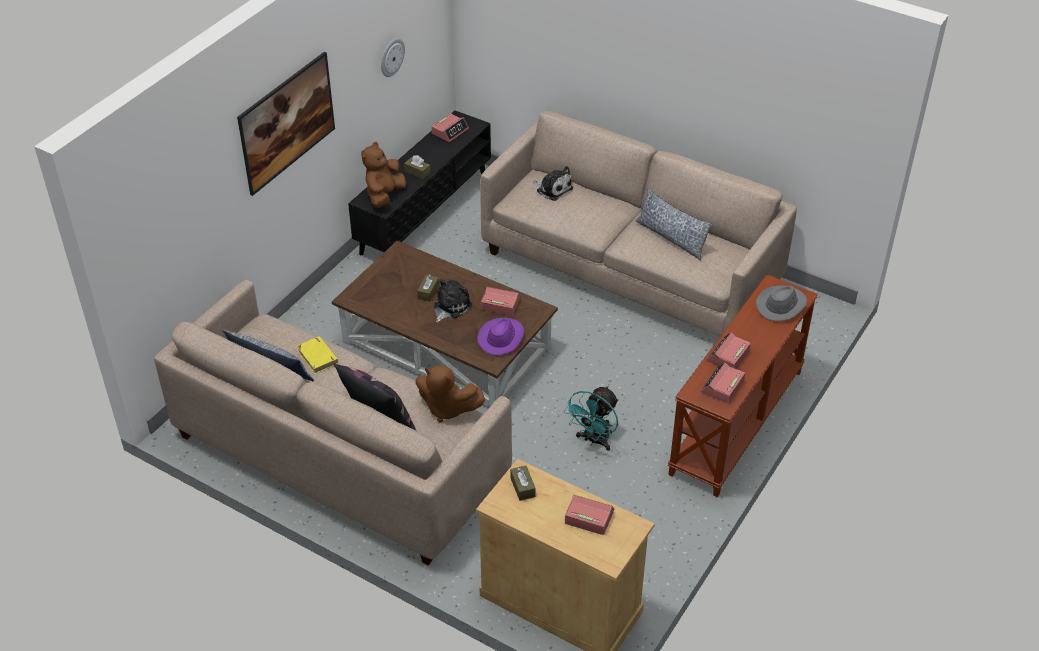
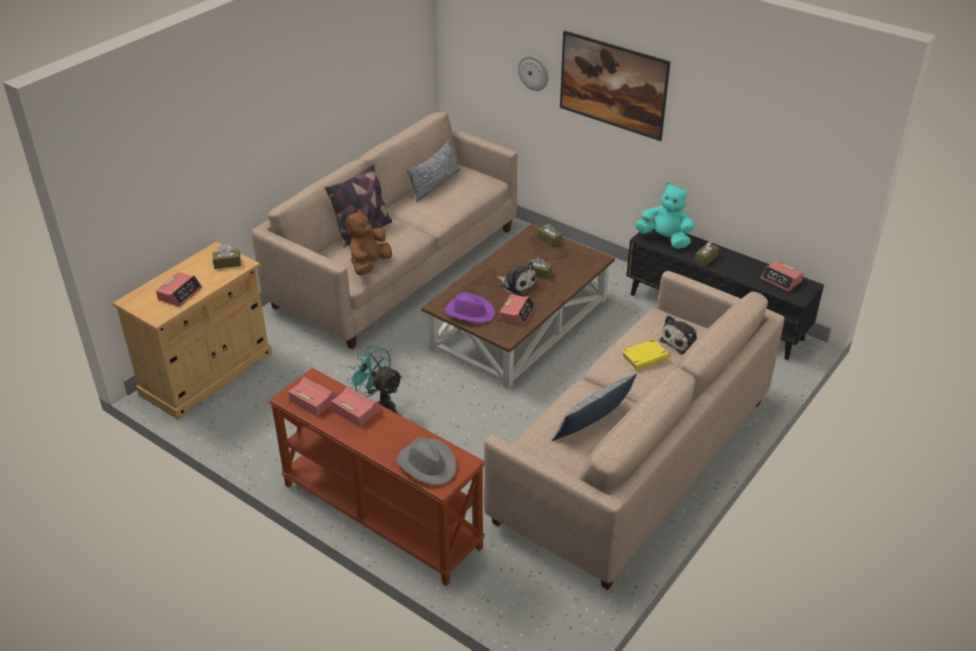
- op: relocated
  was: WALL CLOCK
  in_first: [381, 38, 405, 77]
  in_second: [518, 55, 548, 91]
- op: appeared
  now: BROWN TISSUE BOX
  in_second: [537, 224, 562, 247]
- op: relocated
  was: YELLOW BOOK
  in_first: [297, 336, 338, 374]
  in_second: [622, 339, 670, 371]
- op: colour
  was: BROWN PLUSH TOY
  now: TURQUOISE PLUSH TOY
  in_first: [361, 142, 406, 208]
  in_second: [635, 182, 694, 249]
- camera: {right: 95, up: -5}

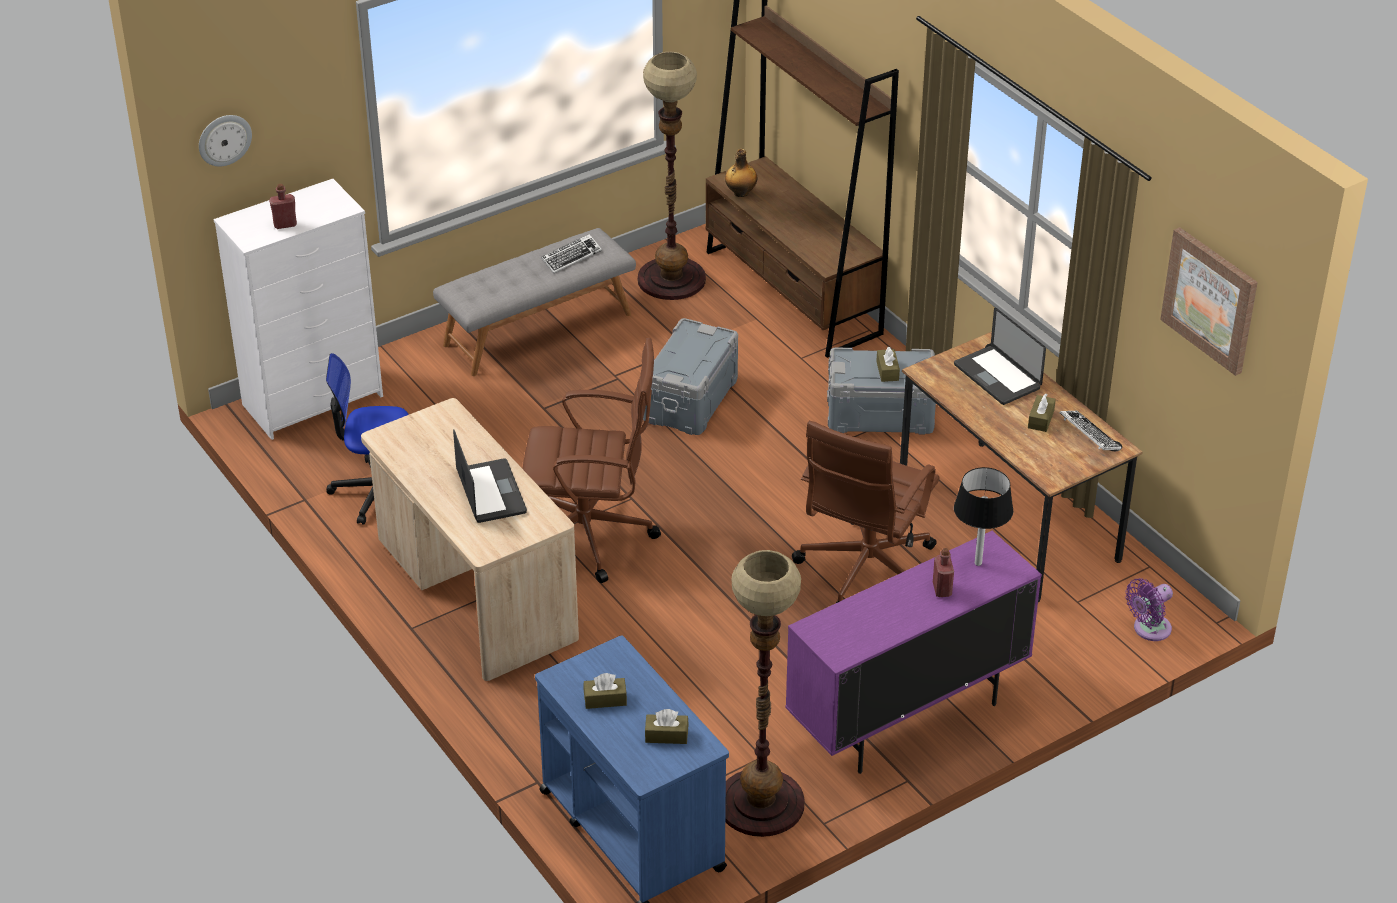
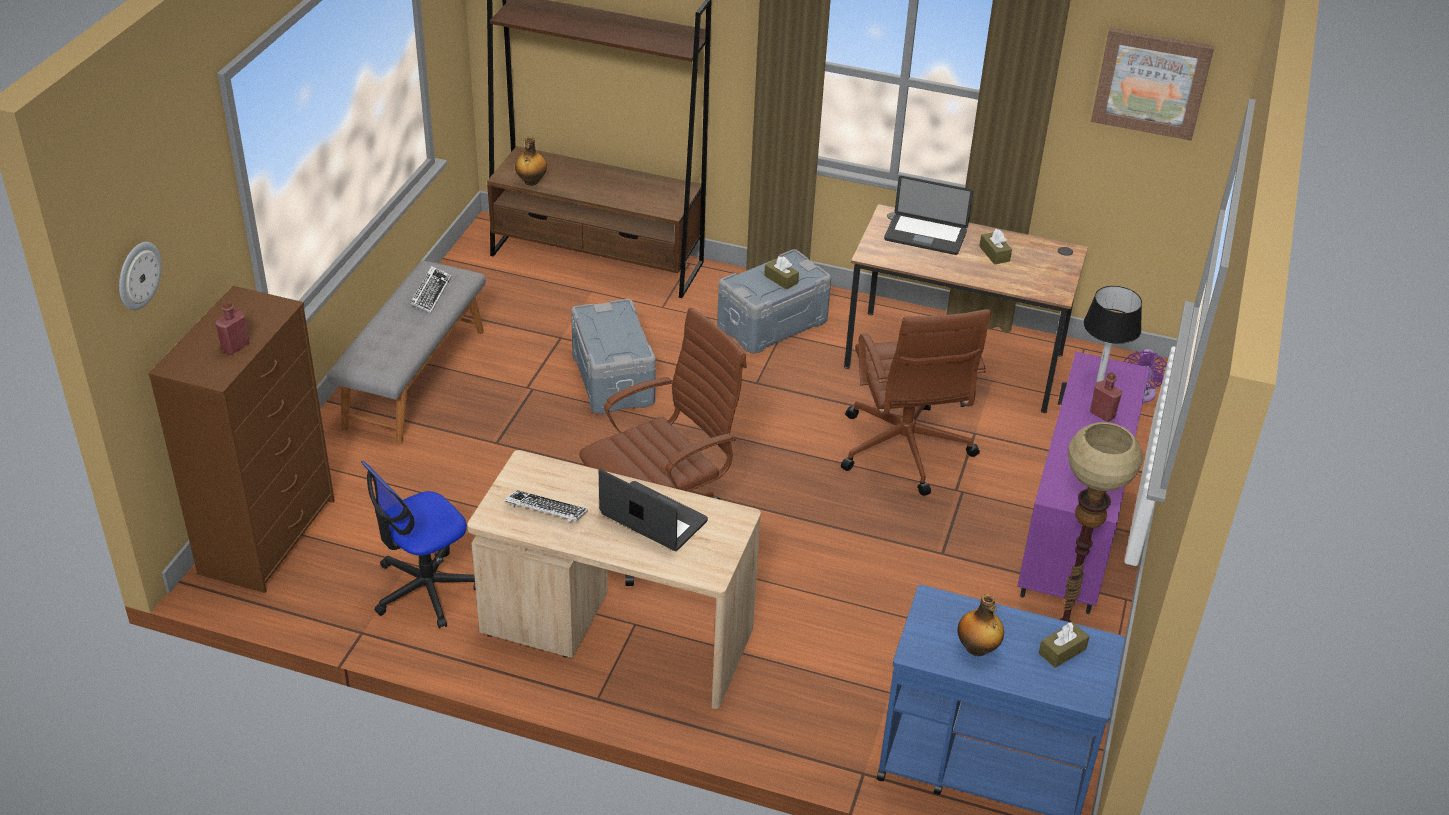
- op: colour
  was: WHITE DRESSER
  now: BROWN DRESSER
  in_first: [213, 179, 383, 440]
  in_second: [148, 286, 335, 593]
- op: relocated
  was: KEYBOARD
  in_first: [1060, 411, 1121, 450]
  in_second: [504, 490, 588, 522]
- op: exchanged
  was: BROWN TISSUE BOX
  now: BOTTLE
  in_first: [583, 673, 627, 709]
  in_second: [958, 594, 1004, 656]
- op: missing
  was: FLOOR LAMP
  in_first: [638, 52, 706, 300]
- camera: {right: -40, up: 0}

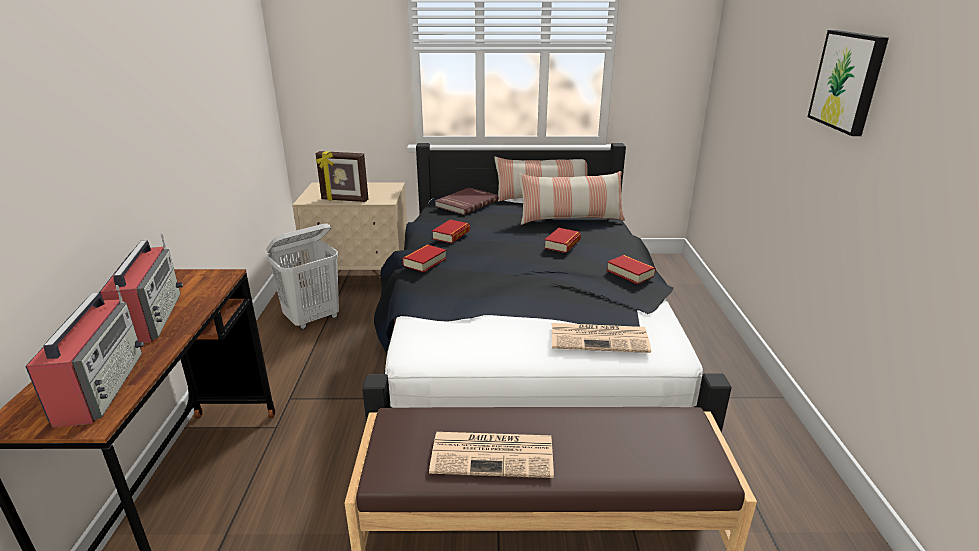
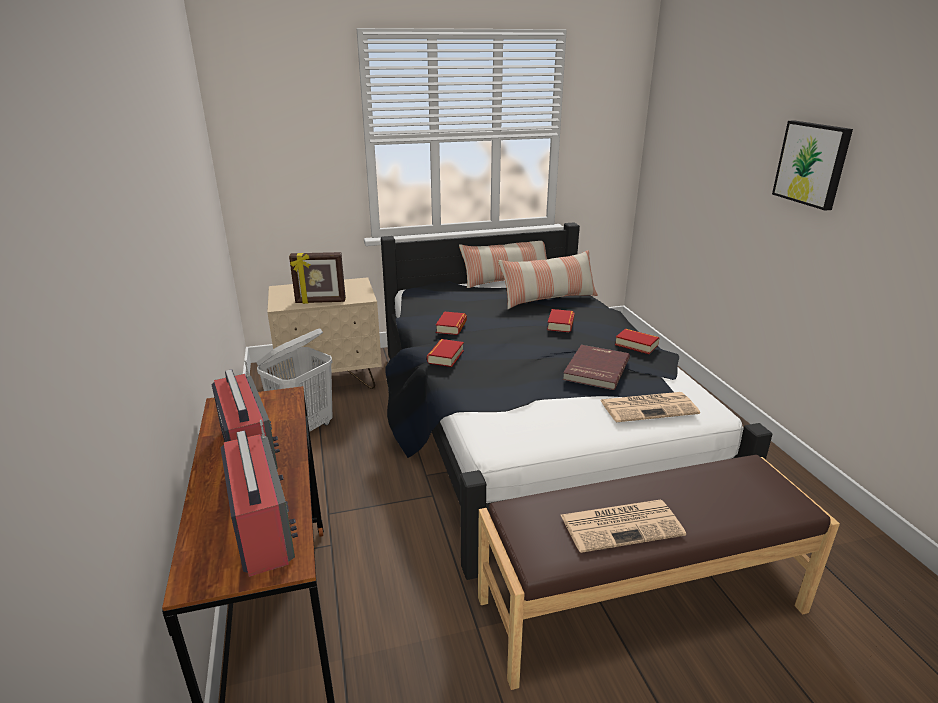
- op: relocated
  was: RED BOOK
  in_first: [435, 188, 499, 215]
  in_second: [563, 345, 630, 390]
- camera: {right: -15, up: 0}

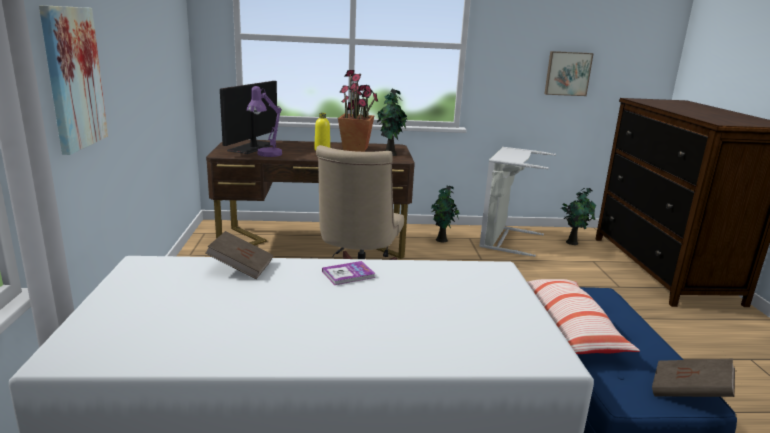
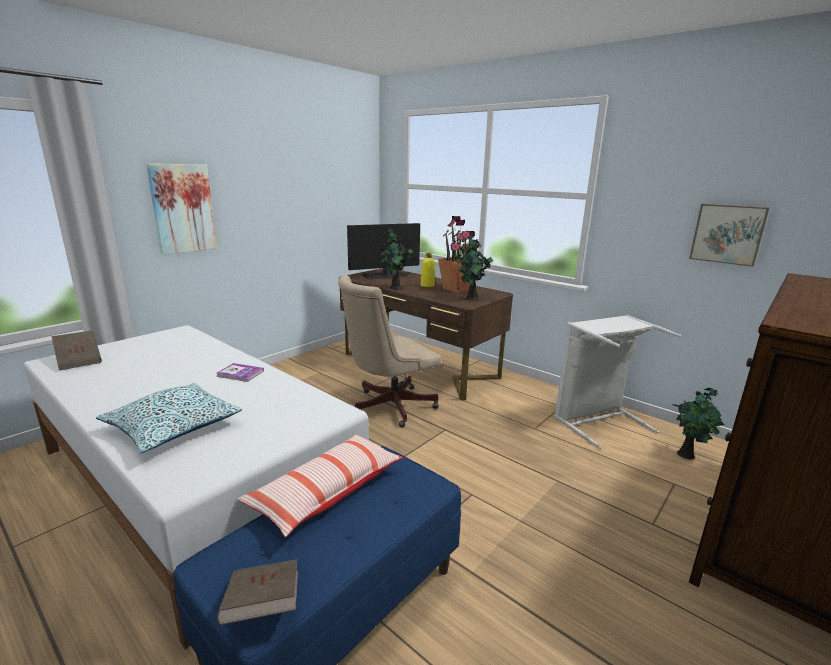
- op: relocated
  was: BROWN BOOK
  in_first: [205, 231, 273, 279]
  in_second: [52, 330, 102, 370]
- op: appeared
  now: PILLOW
  in_second: [96, 383, 242, 453]
- op: relocated
  was: POTTED PLANT
  in_first: [431, 185, 460, 242]
  in_second: [379, 228, 413, 289]
- op: missing
  was: PURPLE TABLE LAMP
  in_first: [247, 86, 282, 157]
- camera: {right: 45, up: 0}

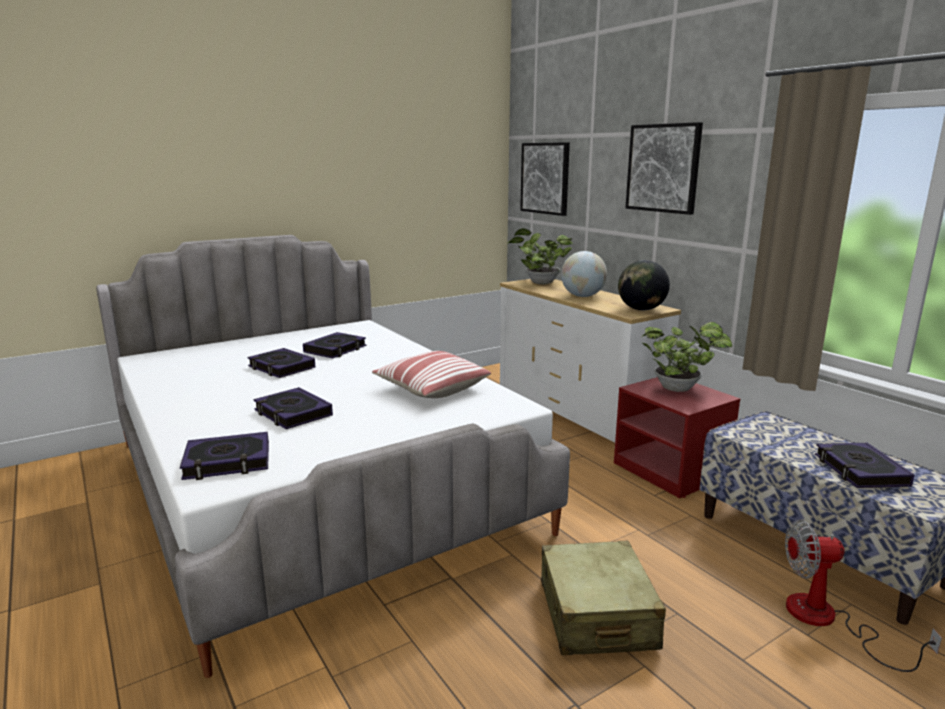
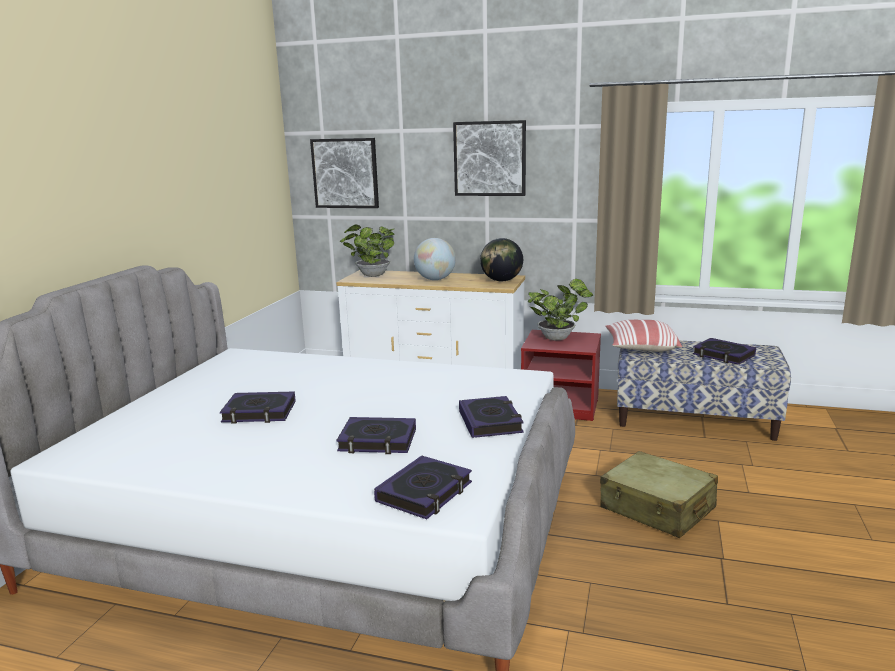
- op: relocated
  was: BOOK
  in_first: [303, 332, 366, 358]
  in_second: [459, 396, 524, 438]
- op: relocated
  was: PILLOW
  in_first: [372, 351, 491, 398]
  in_second: [605, 320, 682, 352]
- op: missing
  was: FAN
  in_first: [785, 520, 942, 672]
- camera: {right: -40, up: 0}

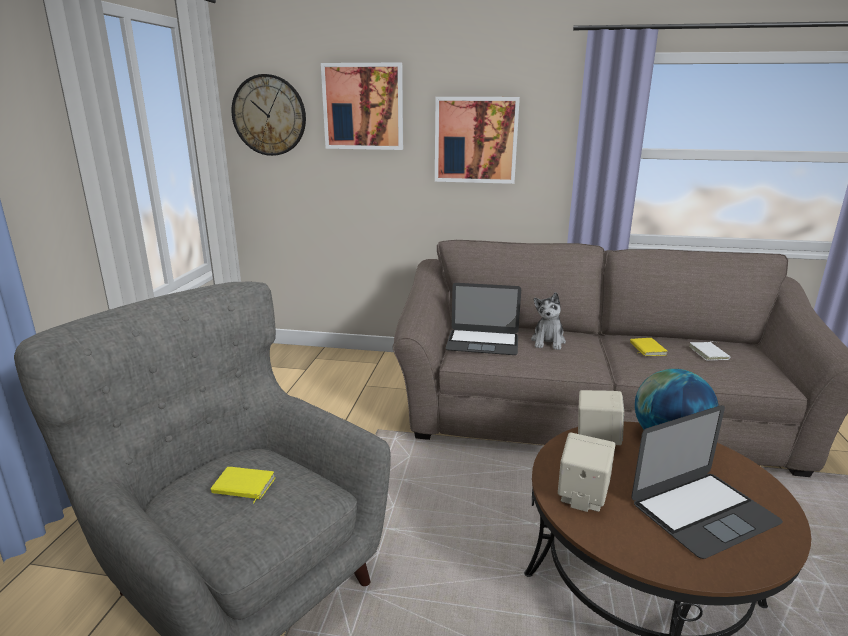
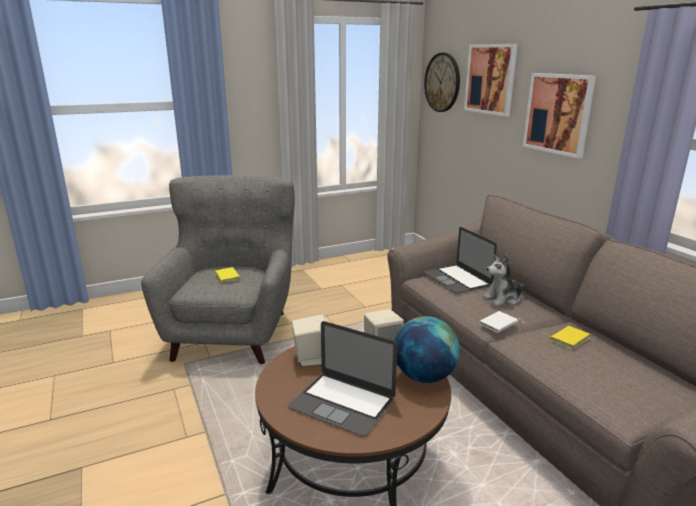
- op: relocated
  was: WHITE BOOK
  in_first: [689, 341, 731, 360]
  in_second: [480, 311, 524, 333]
- camera: {right: 55, up: 0}

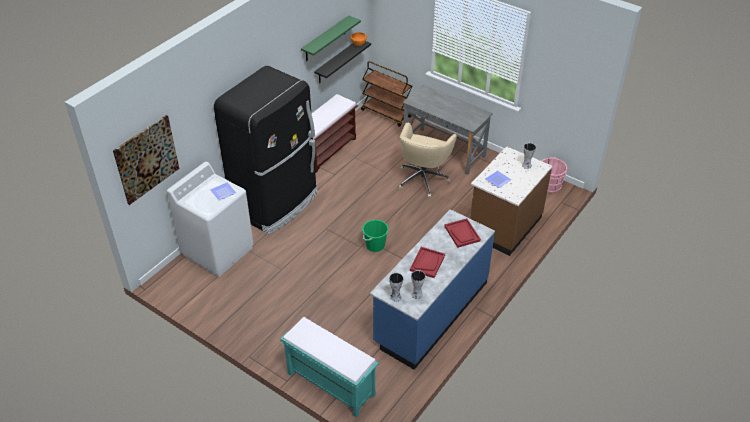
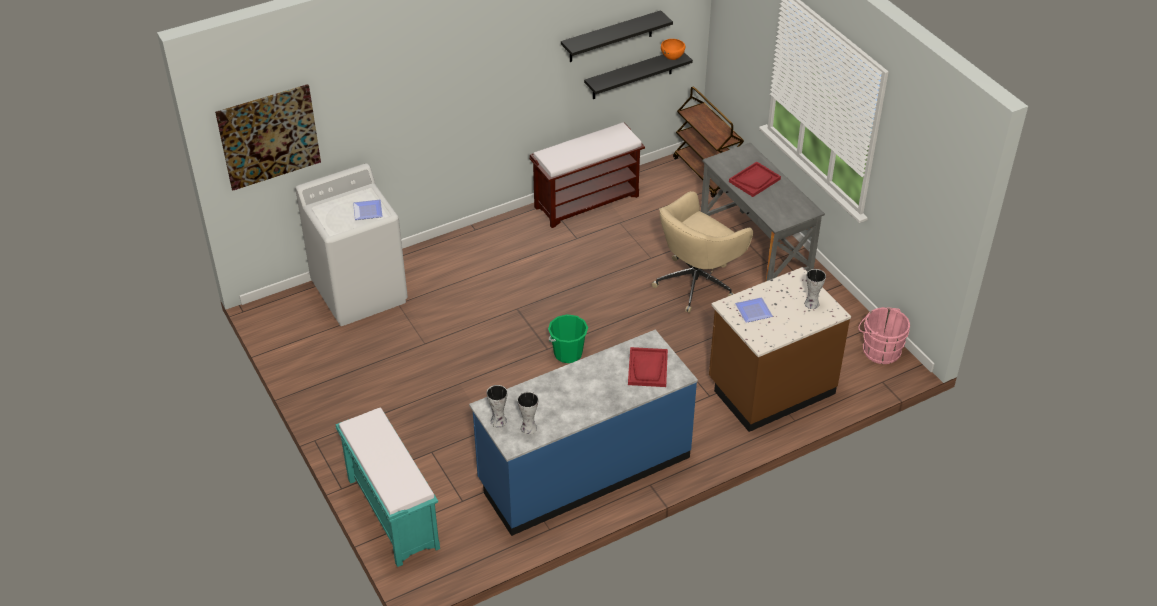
- op: colour
  was: GREEN SHELF
  now: BLACK SHELF
  in_first: [301, 15, 361, 61]
  in_second: [561, 10, 673, 62]
- op: relocated
  was: RED TRAY
  in_first: [410, 247, 445, 278]
  in_second: [729, 162, 781, 197]
- op: missing
  was: BLACK FRIDGE
  in_first: [214, 66, 318, 234]
- camera: {right: 25, up: 0}

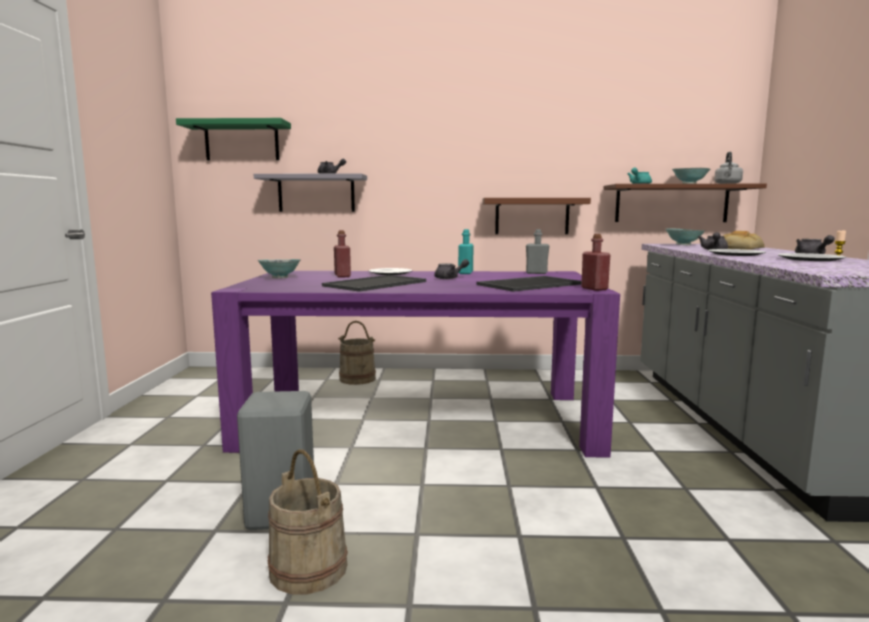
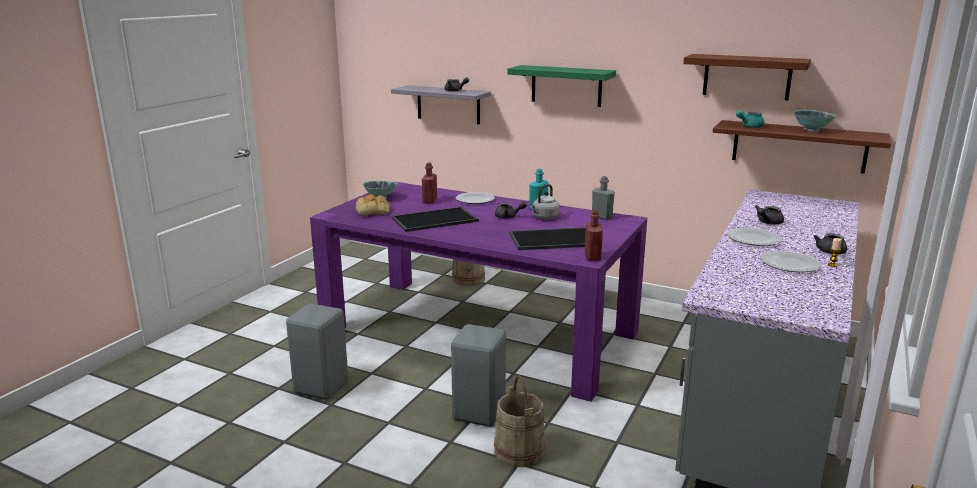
- op: relocated
  was: BREAD
  in_first: [723, 231, 764, 250]
  in_second: [356, 194, 390, 216]
- op: appeared
  now: GREY STOOL
  in_second: [451, 324, 506, 427]
- op: relocated
  was: BEIGE BUCKET
  in_first: [268, 449, 348, 594]
  in_second: [494, 375, 546, 467]
- op: relocated
  was: GREEN SHELF
  in_first: [176, 118, 291, 160]
  in_second: [507, 65, 616, 107]
- op: relocated
  was: GREY KETTLE
  in_first: [714, 152, 743, 184]
  in_second: [530, 184, 560, 220]
- op: relocated
  was: BROWN SHELF
  in_first: [483, 198, 591, 234]
  in_second: [683, 54, 811, 100]
- op: missing
  was: BOWL
  in_first: [665, 228, 705, 246]
- camera: {right: 25, up: 10}

